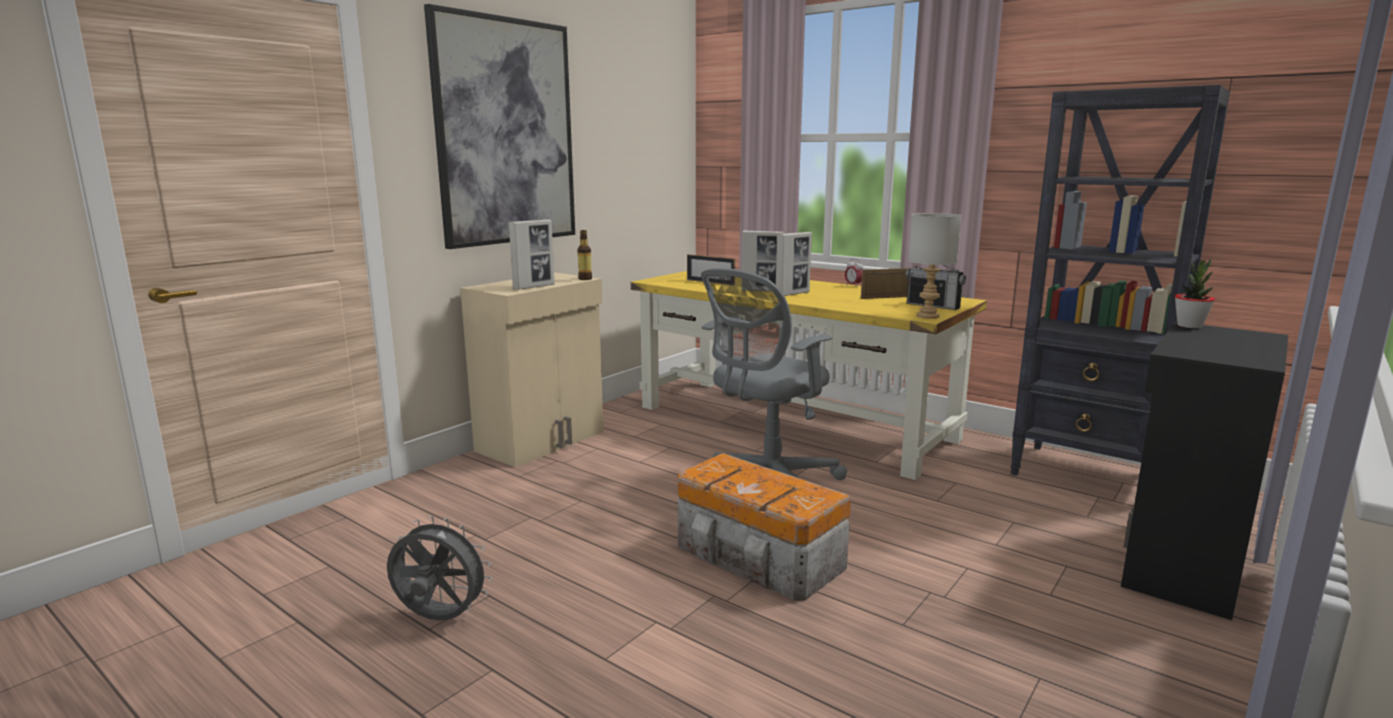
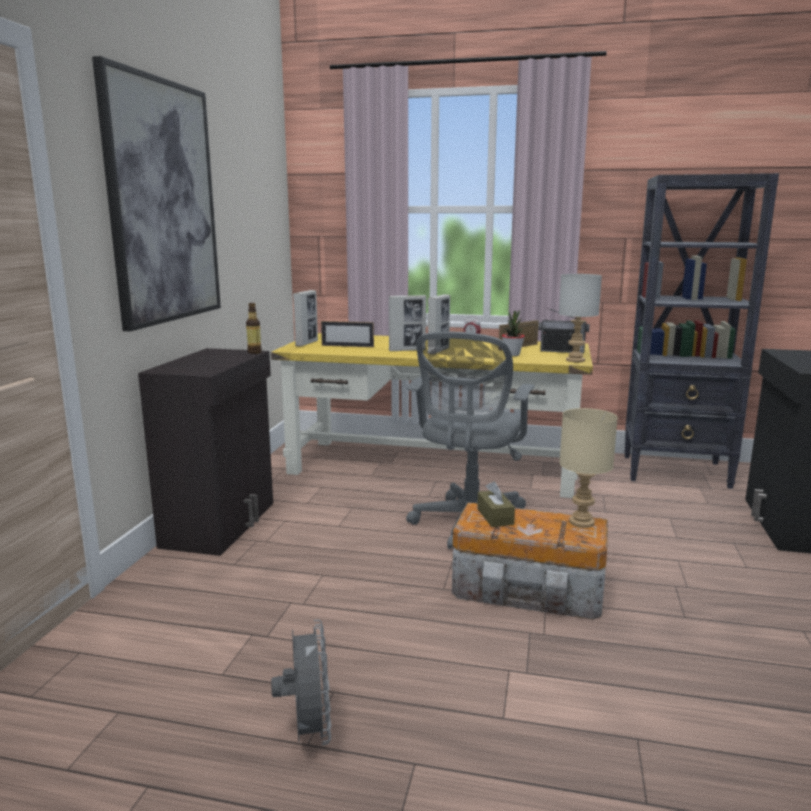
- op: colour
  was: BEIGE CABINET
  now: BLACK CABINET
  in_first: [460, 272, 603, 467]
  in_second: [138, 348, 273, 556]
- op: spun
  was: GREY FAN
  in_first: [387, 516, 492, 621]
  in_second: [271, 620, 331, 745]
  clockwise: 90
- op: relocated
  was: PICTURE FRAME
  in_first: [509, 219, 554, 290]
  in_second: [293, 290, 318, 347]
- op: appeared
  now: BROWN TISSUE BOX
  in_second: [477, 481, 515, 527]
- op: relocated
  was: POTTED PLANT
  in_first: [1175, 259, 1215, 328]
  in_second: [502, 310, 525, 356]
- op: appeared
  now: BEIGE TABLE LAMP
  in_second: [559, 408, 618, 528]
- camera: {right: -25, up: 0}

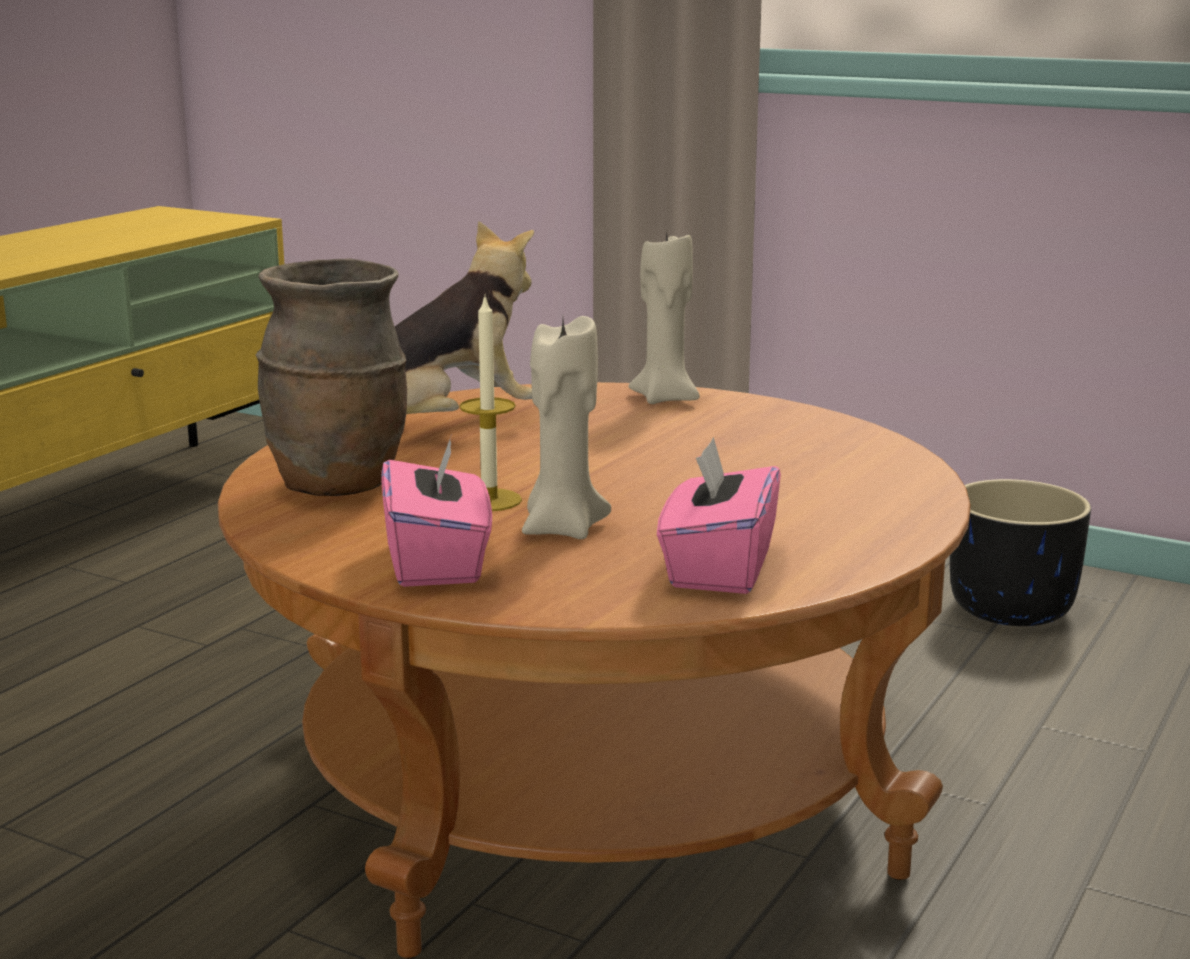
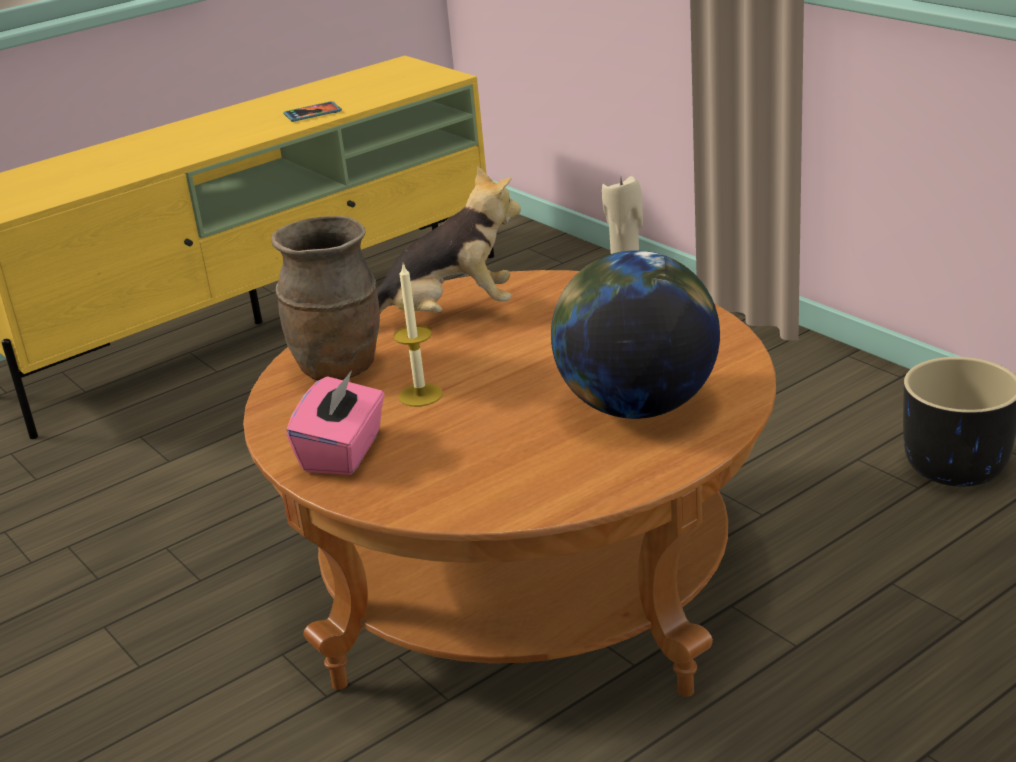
- op: appeared
  now: PHONE
  in_second: [283, 101, 342, 122]
- op: appeared
  now: GLOBE
  in_second: [551, 250, 720, 419]
- op: missing
  was: BEIGE CANDLE
  in_first: [522, 316, 611, 539]
- op: missing
  was: PINK TISSUE BOX
  in_first: [657, 437, 781, 594]
- camera: {right: 25, up: 10}

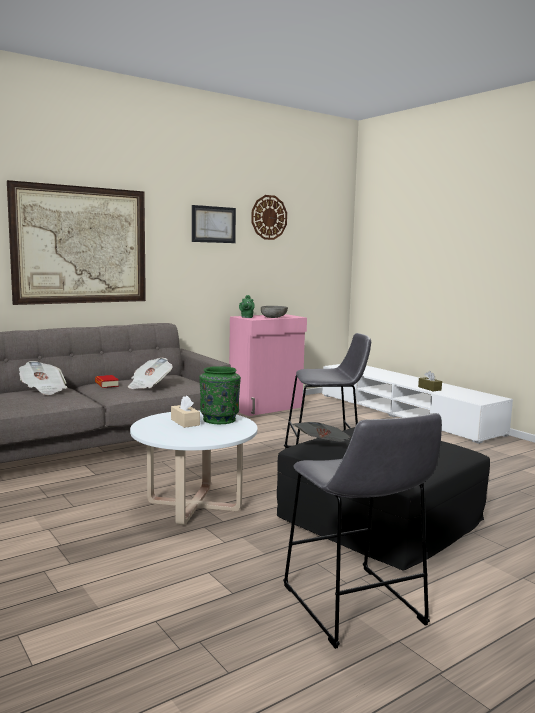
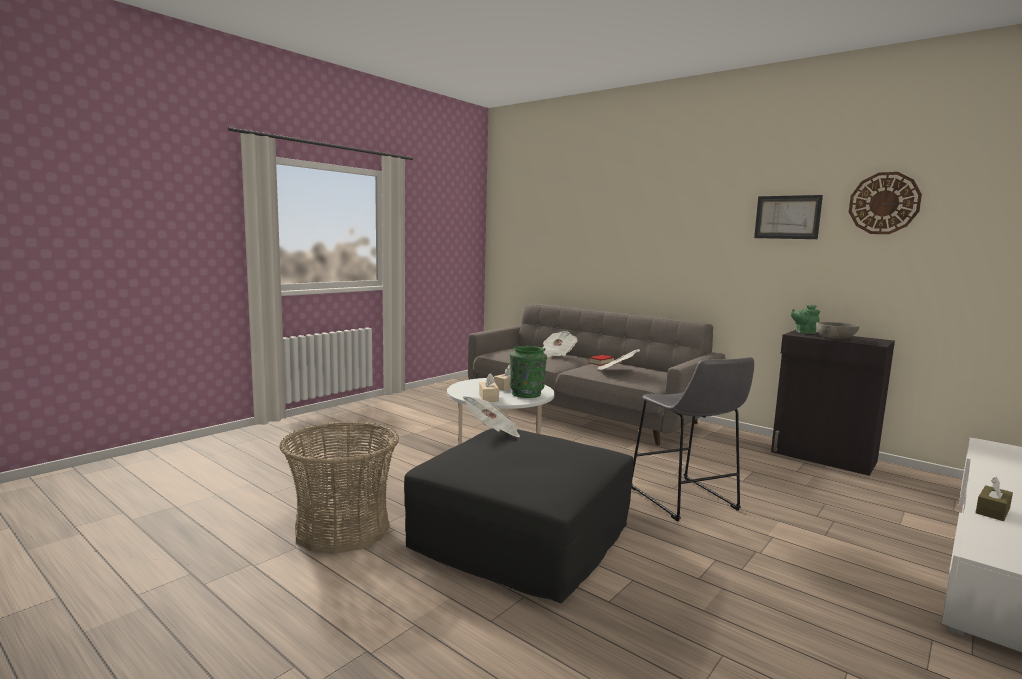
- op: exchanged
  was: GREY STOOL
  now: BASKET
  in_first: [283, 413, 442, 649]
  in_second: [279, 421, 399, 554]
- op: appeared
  now: BEIGE TISSUE BOX
  in_second: [479, 373, 499, 402]
- op: colour
  was: PINK CABINET
  now: BLACK CABINET
  in_first: [229, 314, 307, 416]
  in_second: [771, 330, 895, 476]
- op: missing
  was: PICTURE
  in_first: [7, 180, 146, 305]
- camera: {right: 75, up: 0}

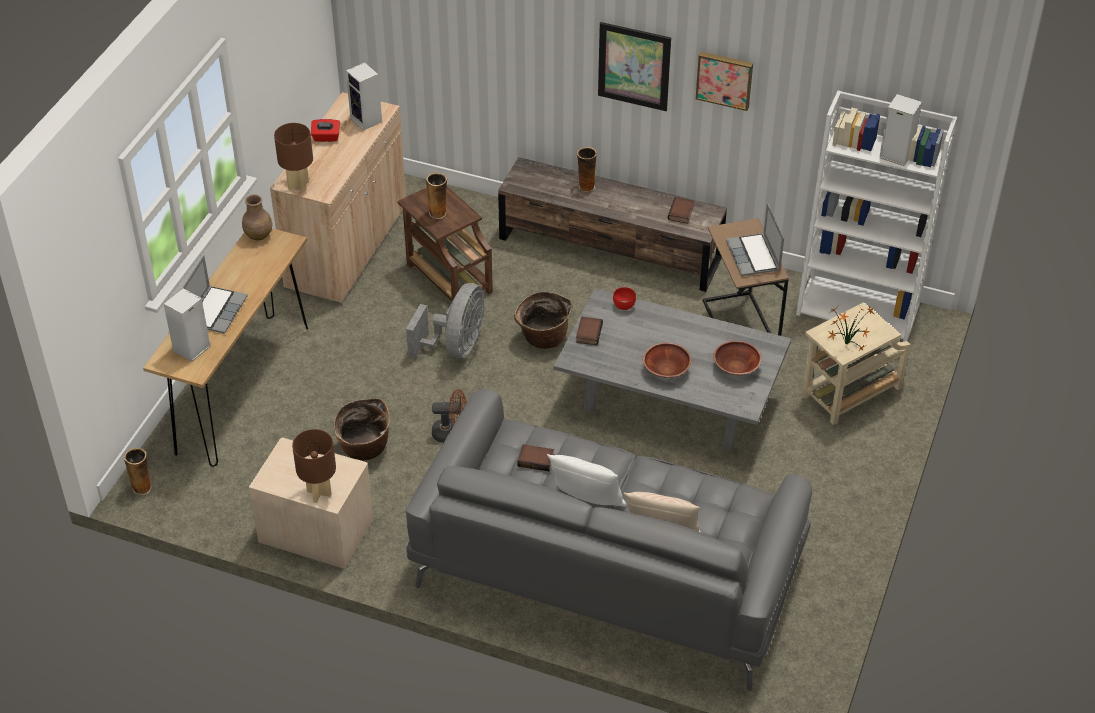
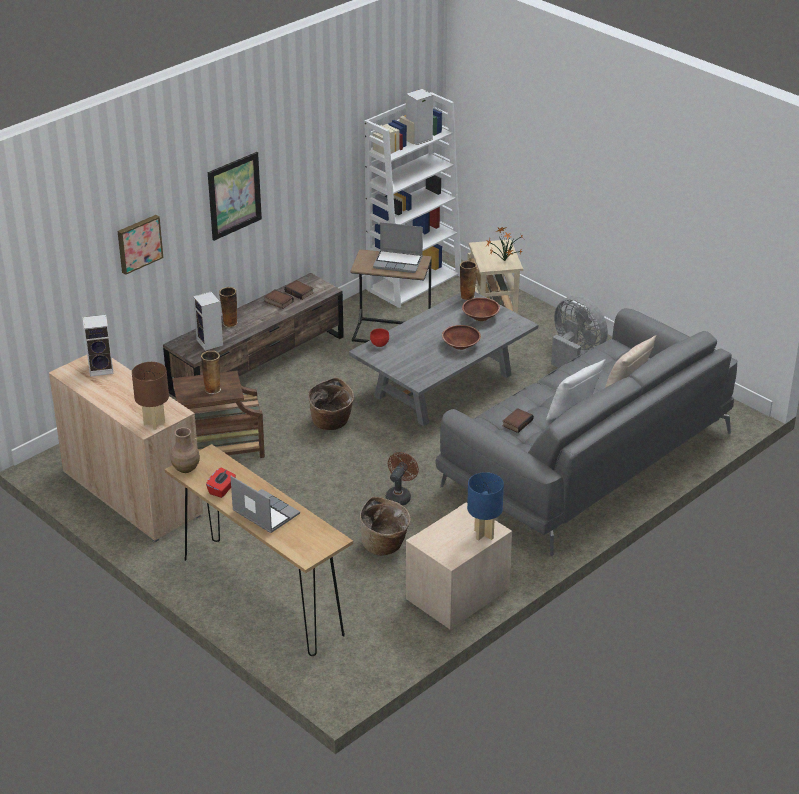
- op: relocated
  was: PICTURE
  in_first: [696, 52, 753, 111]
  in_second: [117, 215, 163, 275]
- op: relocated
  was: SPEAKER
  in_first: [164, 288, 211, 362]
  in_second: [193, 292, 223, 351]
- op: relocated
  was: RED TISSUE BOX
  in_first: [311, 119, 340, 142]
  in_second: [206, 467, 236, 498]
- op: relocated
  was: BOOK
  in_first: [576, 316, 603, 345]
  in_second: [264, 289, 294, 309]
- op: relocated
  was: VASE
  in_first: [124, 448, 152, 495]
  in_second: [460, 260, 477, 300]
- op: colour
  was: BROWN TABLE LAMP
  now: BLUE TABLE LAMP
  in_first: [292, 429, 336, 503]
  in_second: [467, 472, 504, 541]
- op: relocated
  was: GREY FAN
  in_first: [406, 283, 484, 359]
  in_second: [551, 295, 608, 368]
- camera: {right: -65, up: -10}

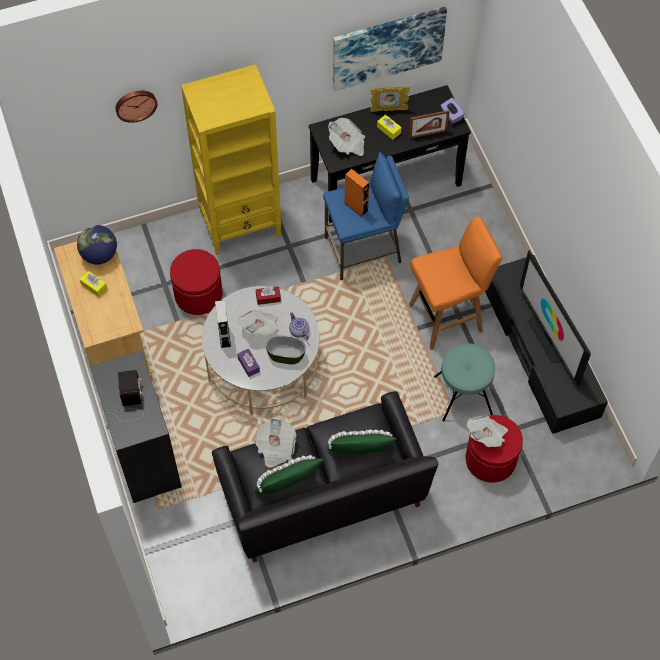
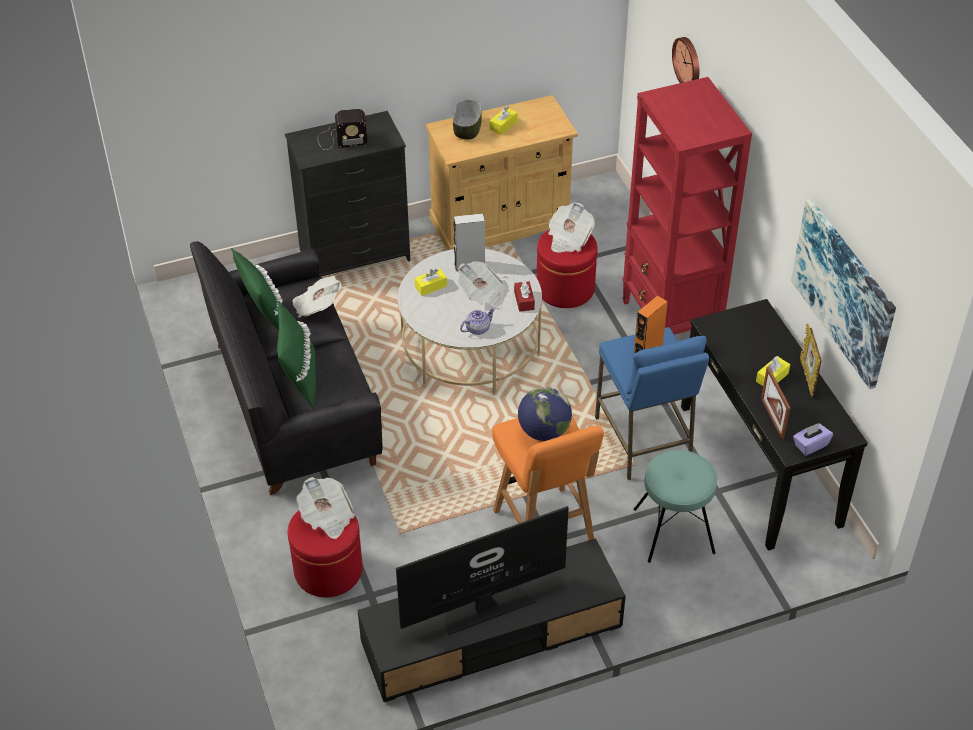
- op: colour
  was: PURPLE TISSUE BOX
  now: YELLOW TISSUE BOX
  in_first: [237, 349, 260, 377]
  in_second: [415, 268, 447, 296]
- op: relocated
  was: BOWL
  in_first: [266, 336, 306, 365]
  in_second: [453, 99, 482, 140]
- op: relocated
  was: GLOBE
  in_first: [77, 225, 117, 264]
  in_second: [518, 387, 572, 441]
- op: relocated
  was: NEWSPAPER
  in_first: [328, 118, 365, 156]
  in_second: [548, 202, 595, 252]
- op: colour
  was: YELLOW BOOKCASE
  now: RED BOOKCASE
  in_first: [181, 64, 281, 255]
  in_second: [622, 77, 752, 335]
- op: relocated
  was: TURQUOISE STOOL
  in_first: [434, 343, 495, 422]
  in_second: [633, 450, 717, 563]
- camera: {right: 90, up: -15}

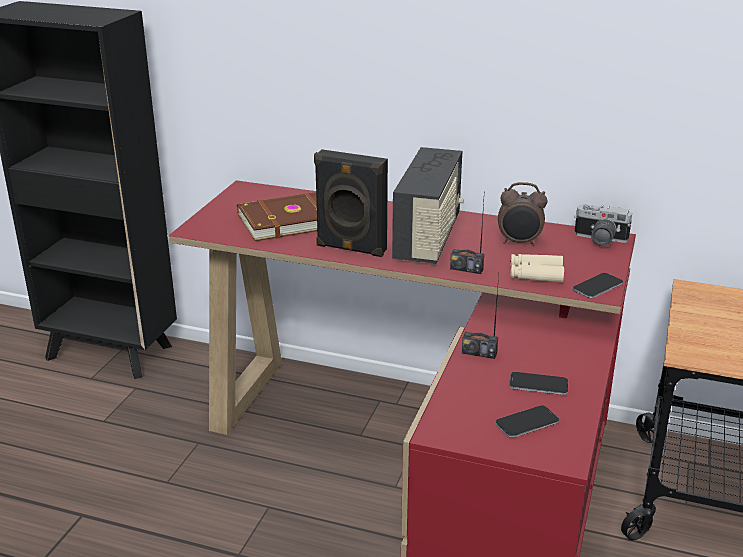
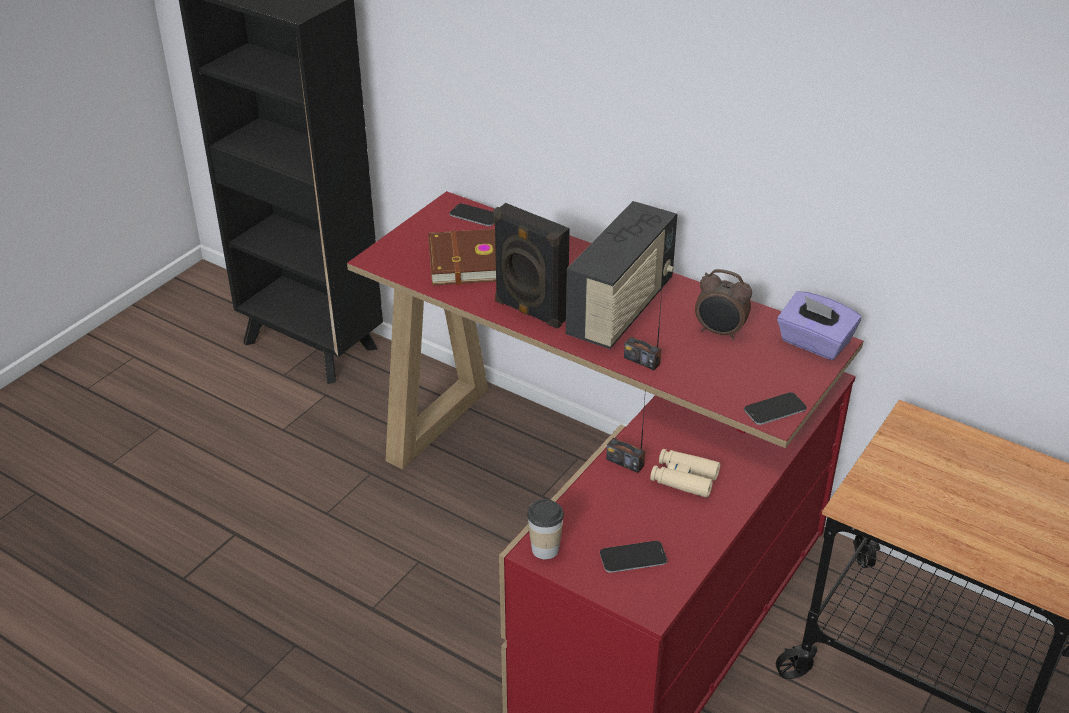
- op: relocated
  was: PHONE
  in_first: [509, 372, 568, 395]
  in_second: [449, 203, 494, 226]
- op: appeared
  now: CUP
  in_second: [527, 499, 564, 559]
- op: relocated
  was: BEIGE BINOCULARS
  in_first: [510, 254, 564, 283]
  in_second: [650, 449, 720, 498]
- op: exchanged
  was: PHOTO CAMERA
  now: PURPLE TISSUE BOX
  in_first: [574, 204, 632, 246]
  in_second: [777, 291, 861, 360]
- camera: {right: 15, up: 10}

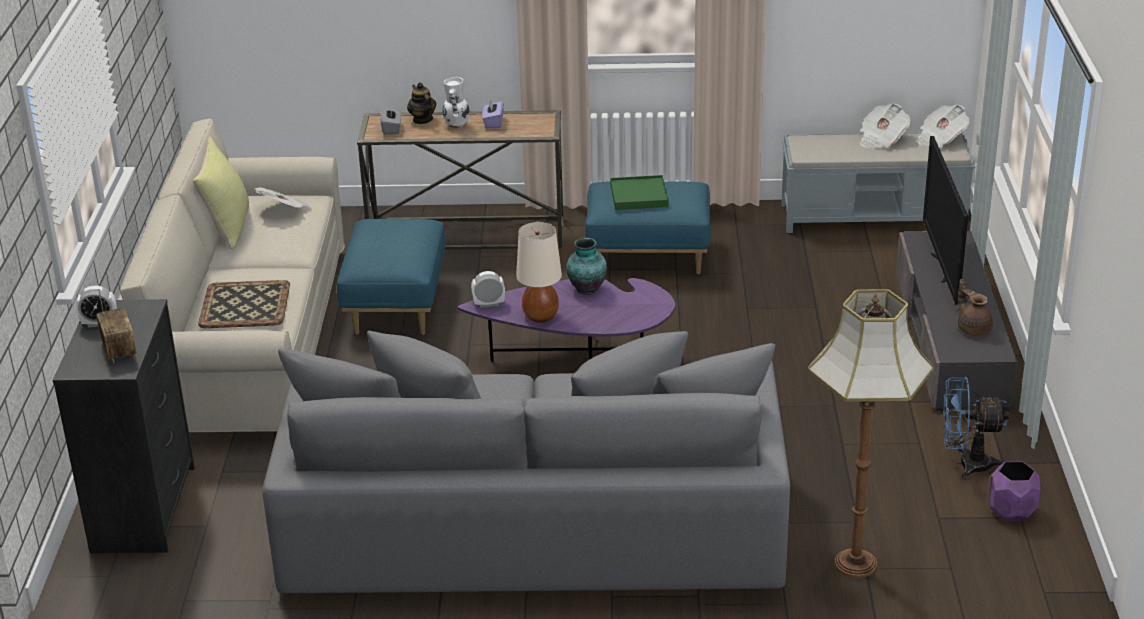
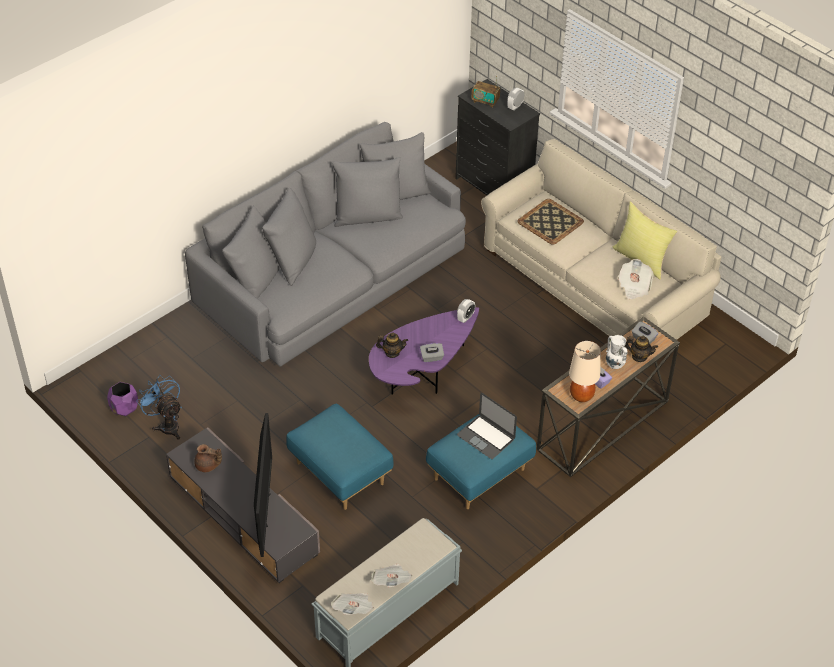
- op: spun
  was: BLUE FAN
  in_first: [943, 377, 1010, 479]
  in_second: [136, 375, 182, 439]
  clockwise: -90
- op: spun
  was: TELEVISION
  in_first: [923, 136, 968, 305]
  in_second: [254, 413, 272, 557]
  clockwise: 45
- op: relocated
  was: BLUE OTTOMAN
  in_first: [337, 219, 446, 335]
  in_second: [286, 404, 394, 510]
- op: appeared
  now: TEAPOT
  in_second: [376, 332, 408, 358]
- op: exchanged
  was: VASE
  now: GREY TISSUE BOX
  in_first: [566, 238, 607, 295]
  in_second: [420, 343, 444, 362]
- op: exchanged
  was: GREEN TRAY
  now: LAPTOP
  in_first: [610, 175, 669, 210]
  in_second: [457, 393, 517, 459]
- op: relocated
  was: BEIGE TABLE LAMP
  in_first: [516, 222, 562, 323]
  in_second: [569, 341, 601, 402]
- op: missing
  was: FLOOR LAMP
  in_first: [808, 289, 934, 578]
- camera: {right: 135, up: 15}

